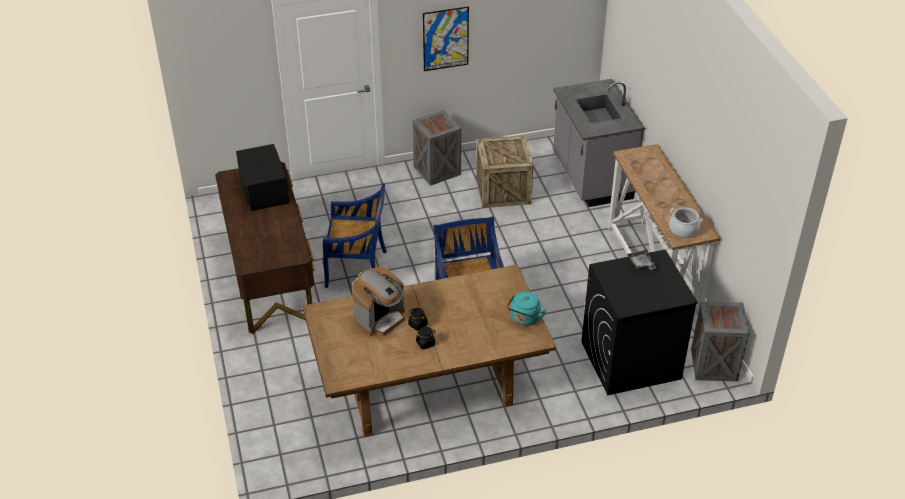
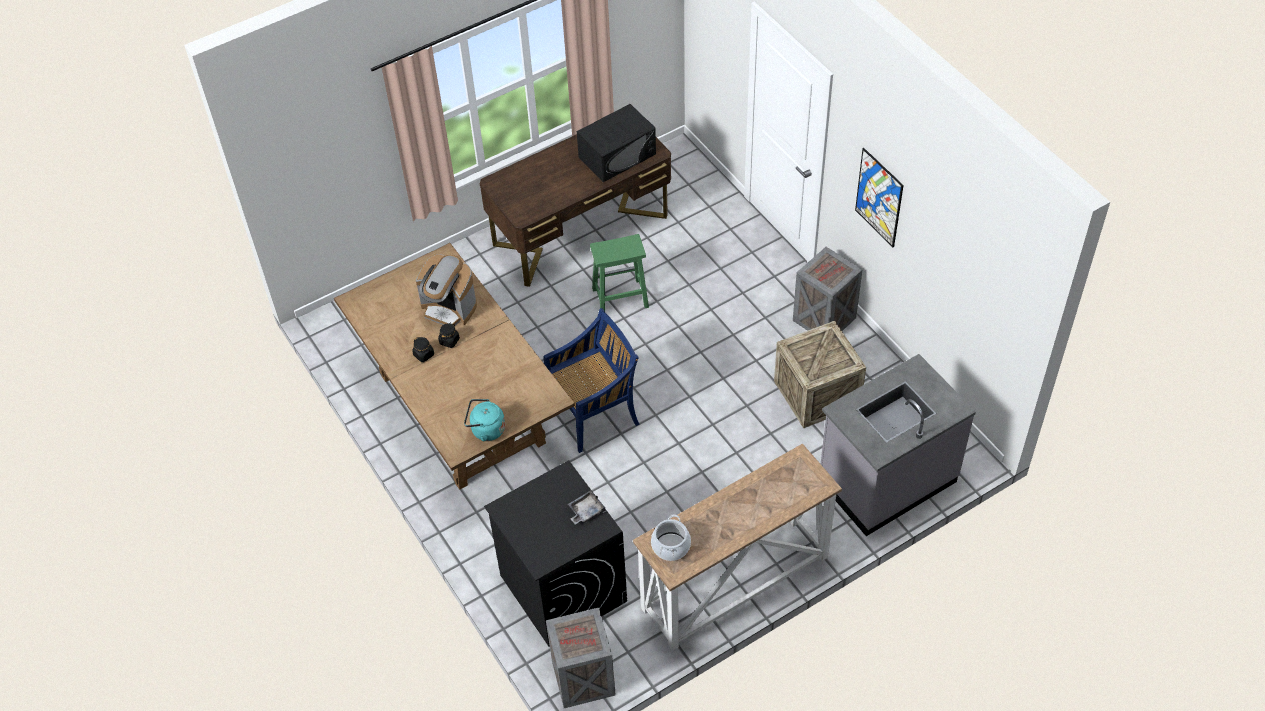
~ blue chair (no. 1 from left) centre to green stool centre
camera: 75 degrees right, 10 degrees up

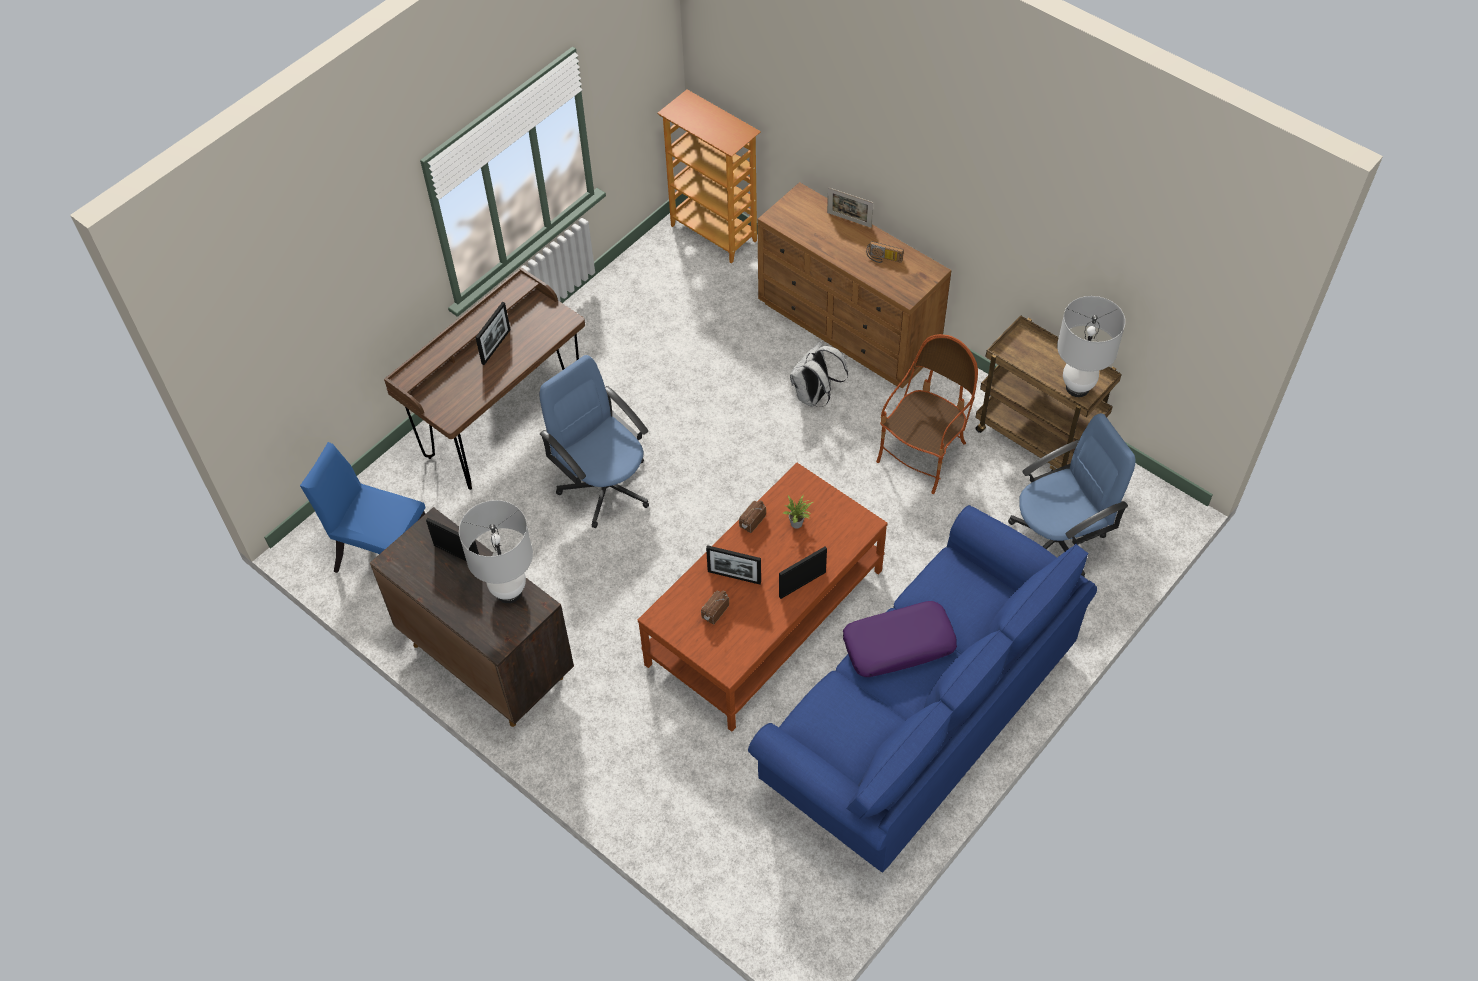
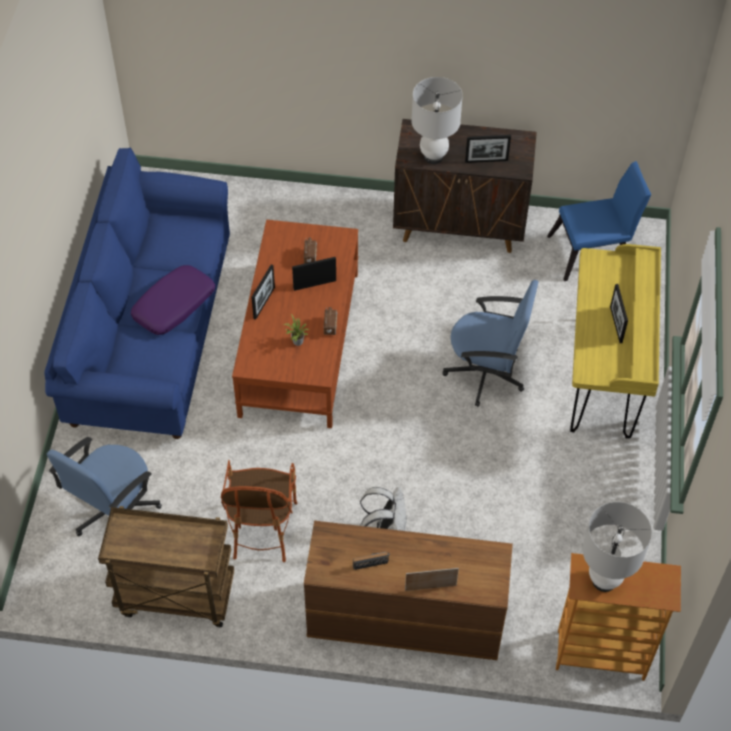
~ brown desk middle left to yellow desk middle right
~ white table lamp (no. 2 from left) middle right to bottom right
camera: 145 degrees right, 0 degrees up

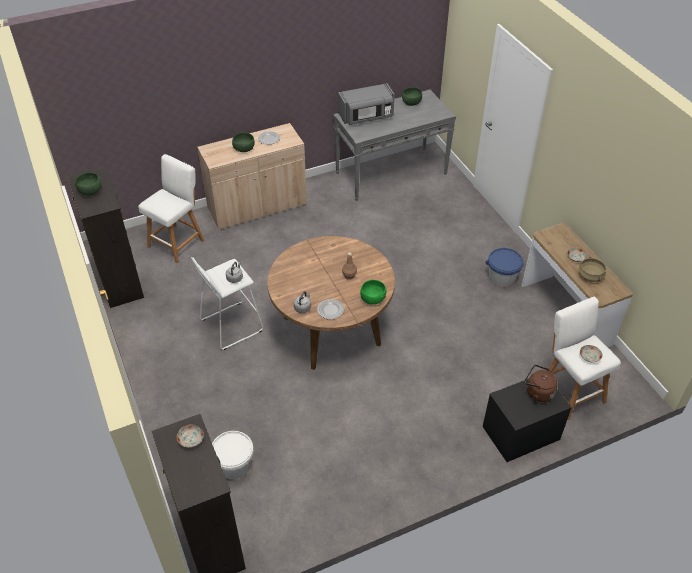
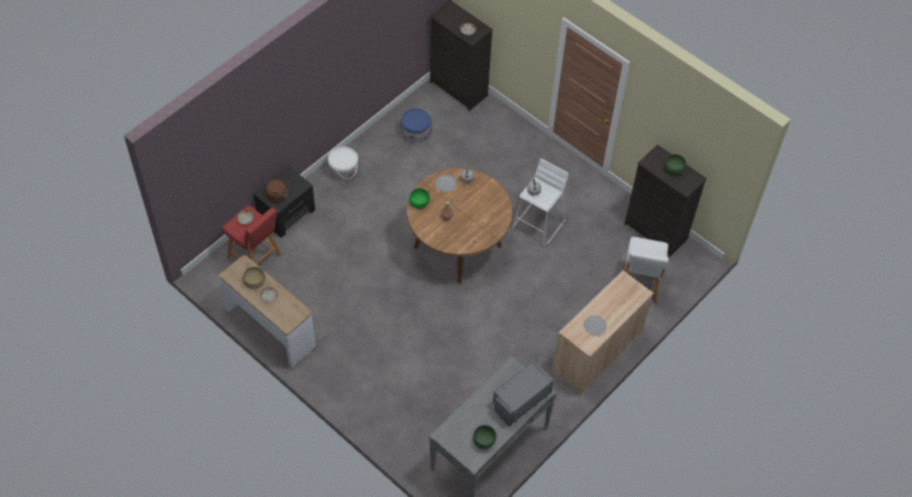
~ white stool (no. 3 from left) middle right to red stool middle left
~ white bucket bottom centre to top centre
~ blue bucket middle right to top centre
- green bowl (no. 2 from left) top centre
camera: 155 degrees right, 10 degrees up

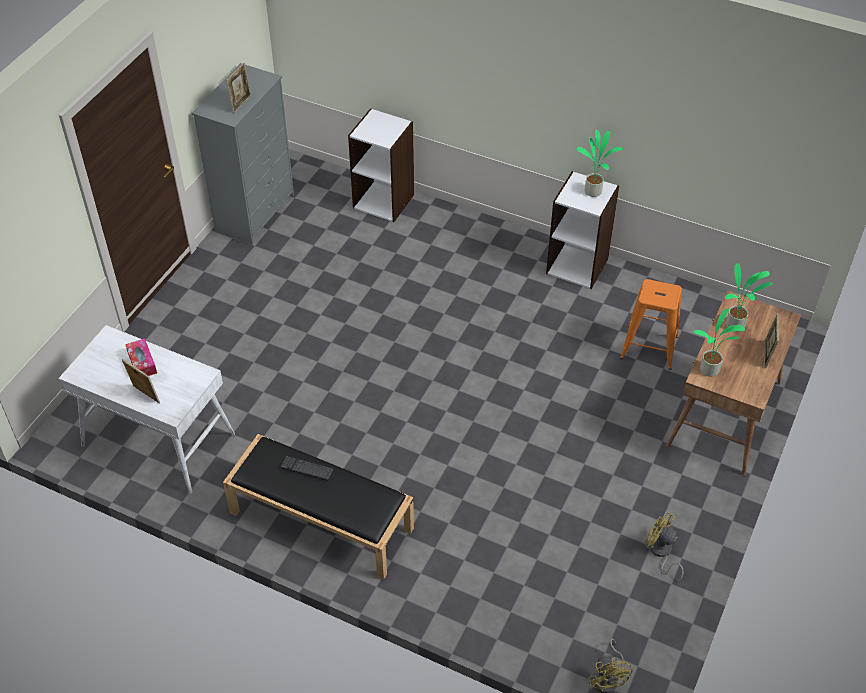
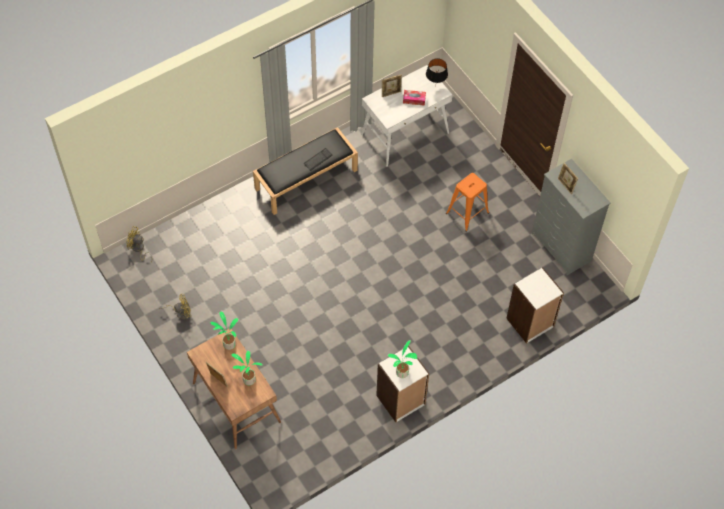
+ black table lamp top centre
~ orange stool middle right to centre
camera: 120 degrees right, 10 degrees up

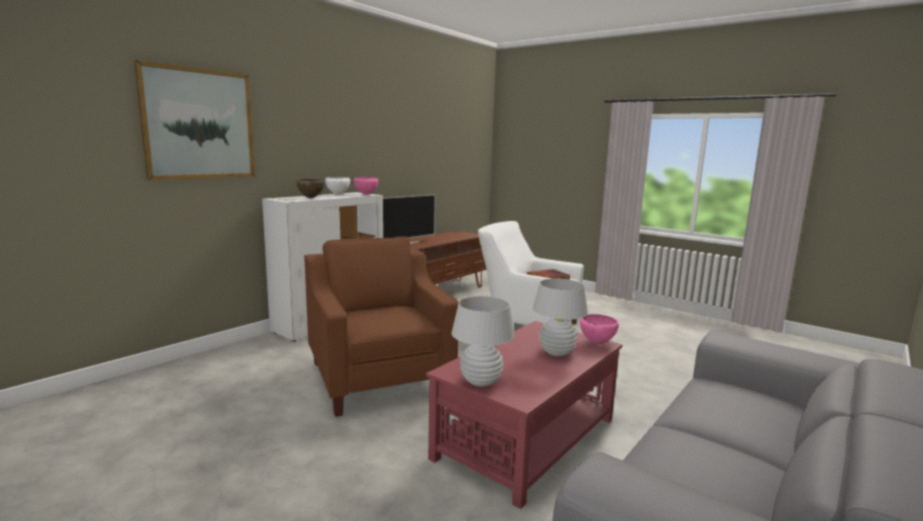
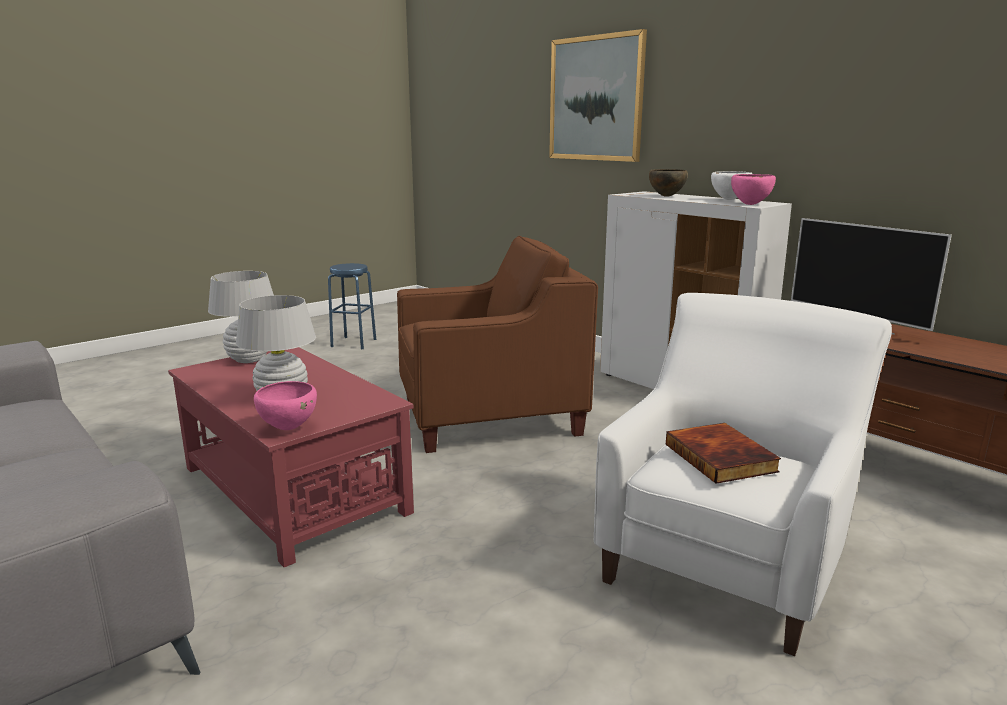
+ blue stool centre
camera: 100 degrees right, 5 degrees up

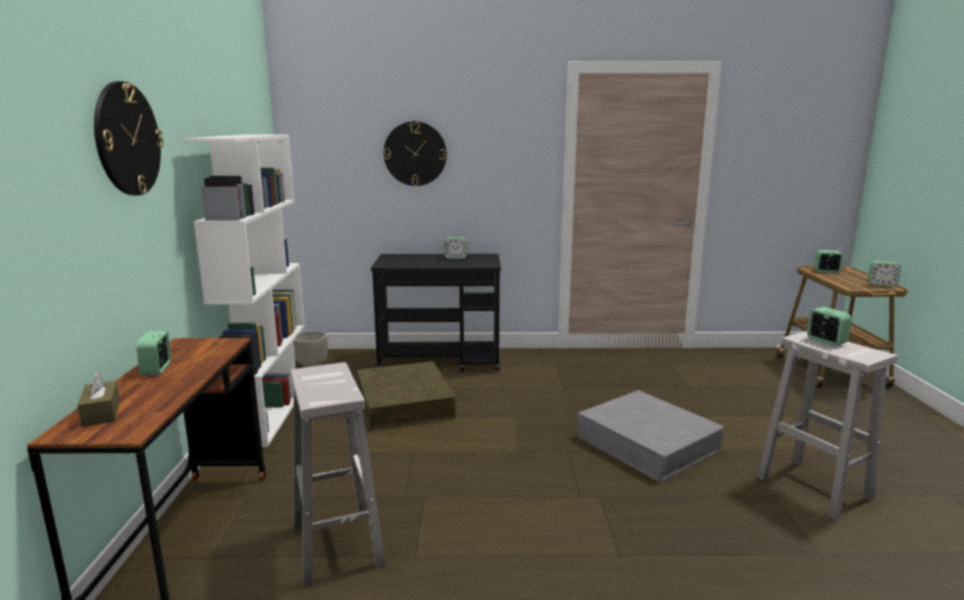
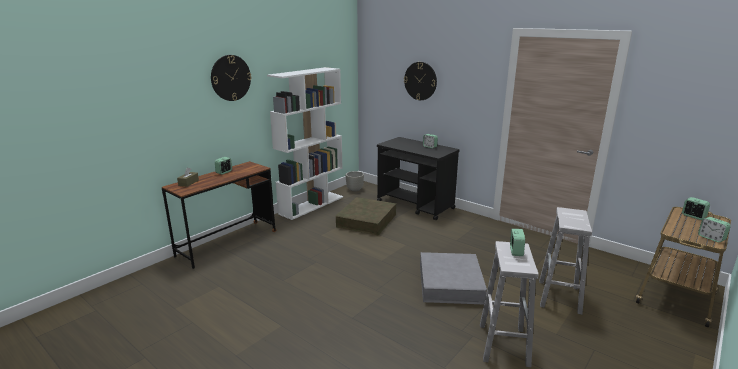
~ white stool (no. 1 from left in the first image) bottom centre to white stool (no. 2 from left) bottom right
camera: 40 degrees right, 5 degrees up

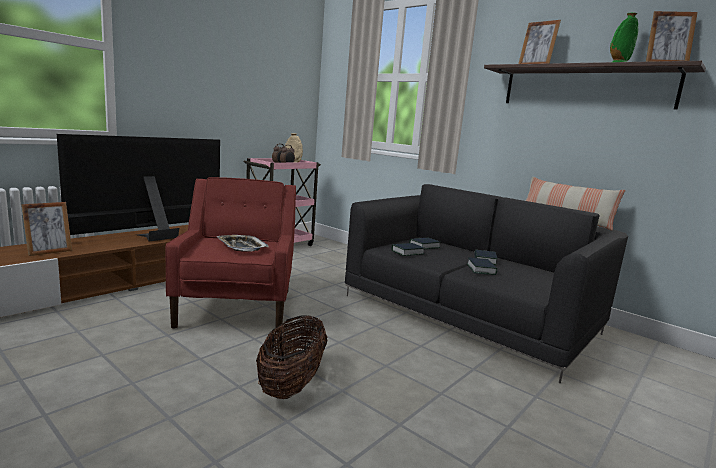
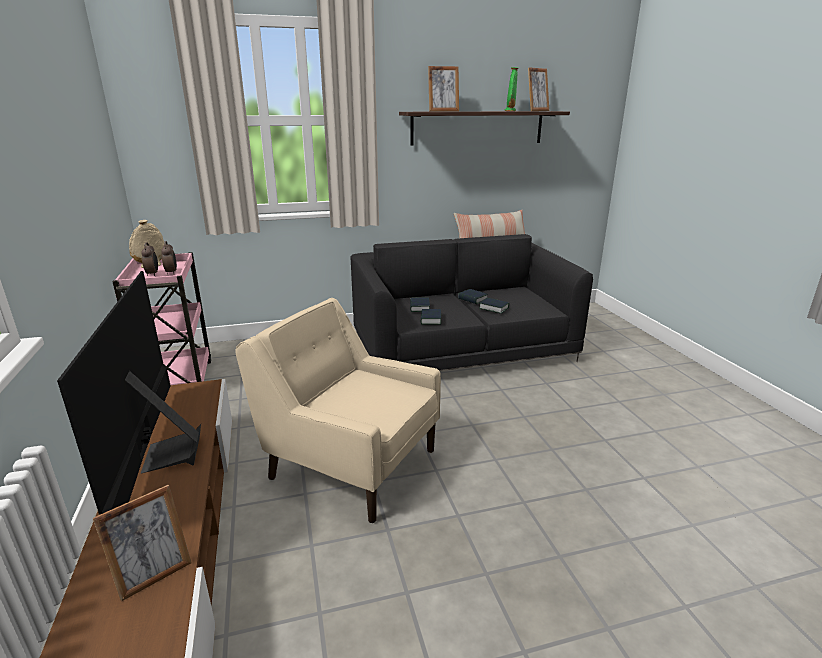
~ picture frame (no. 1 from left) middle left = bottom left 60 degrees clockwise
~ red armchair middle left to beige armchair centre
- tray centre
- basket bottom centre
camera: 55 degrees left, 10 degrees up

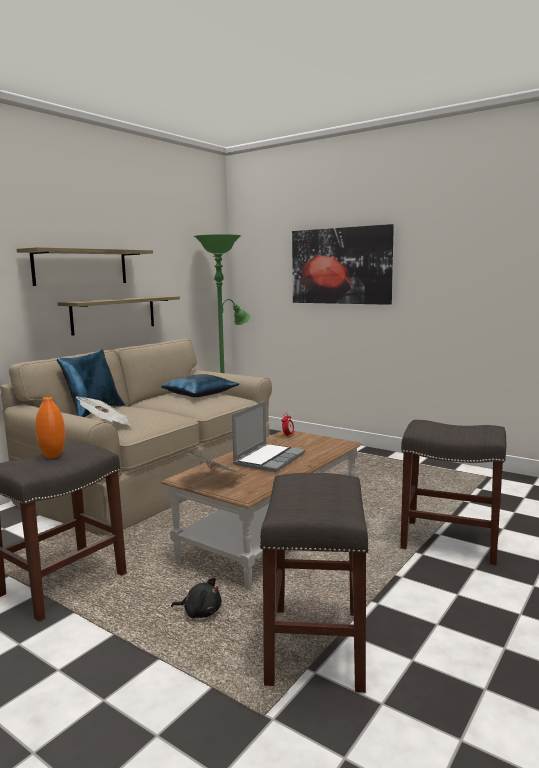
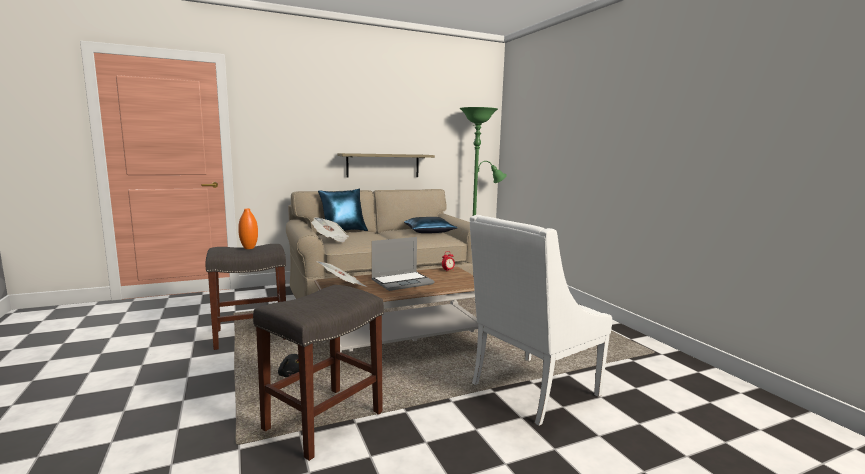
~ grey stool (no. 3 from left) middle right to white armchair bottom centre
- shelf (no. 1 from left) middle left
- picture centre
camera: 30 degrees right, 0 degrees up

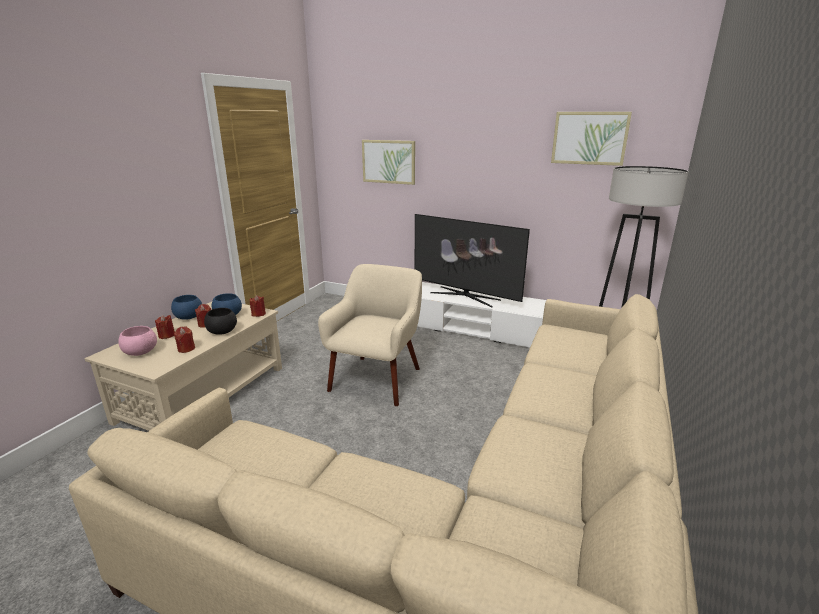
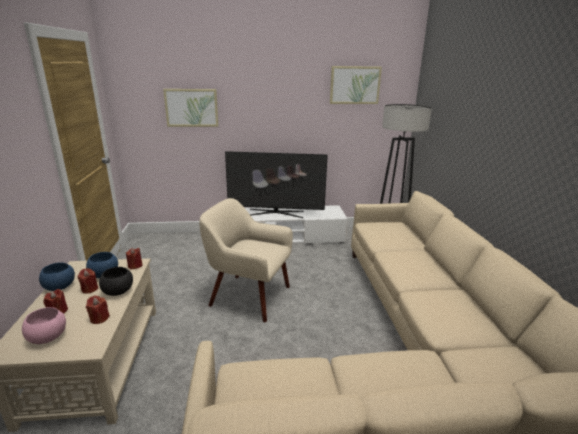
~ beige armchair centre = centre 60 degrees counterclockwise
camera: 30 degrees left, 0 degrees up

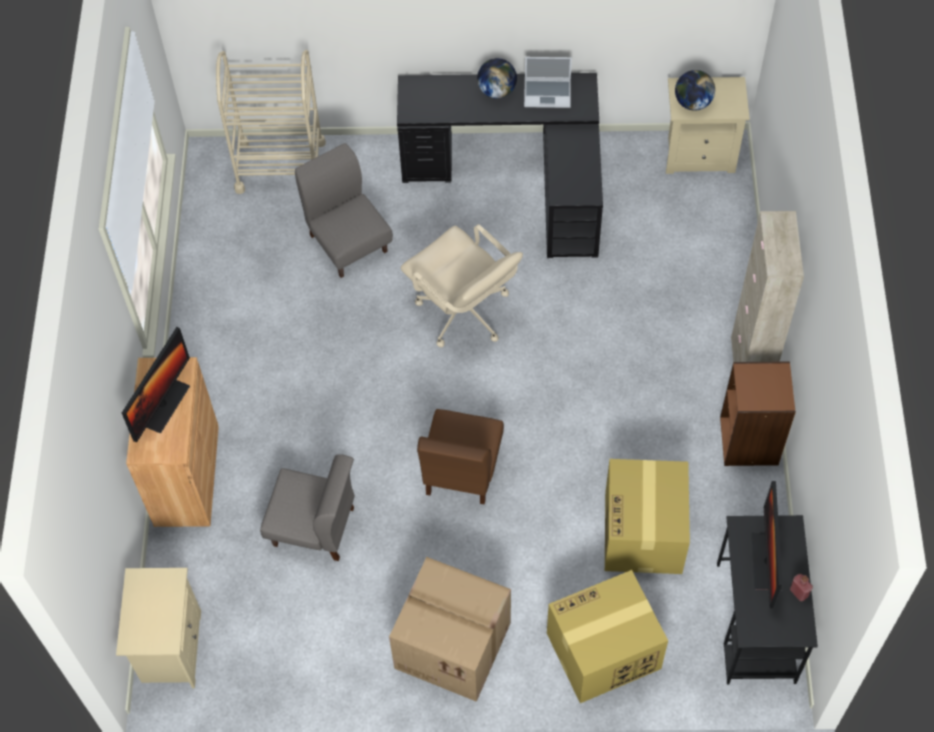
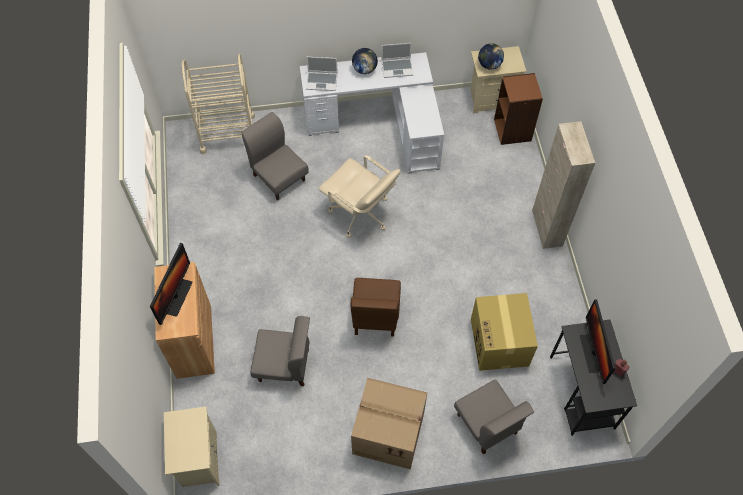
~ black desk (no. 1 from left) top centre to white desk top centre
+ laptop (no. 1 from left) top centre
~ cardboard box (no. 2 from left) bottom centre to grey chair (no. 3 from left) bottom centre
~ brown bookcase middle right to top right
camera: 10 degrees left, 0 degrees up

